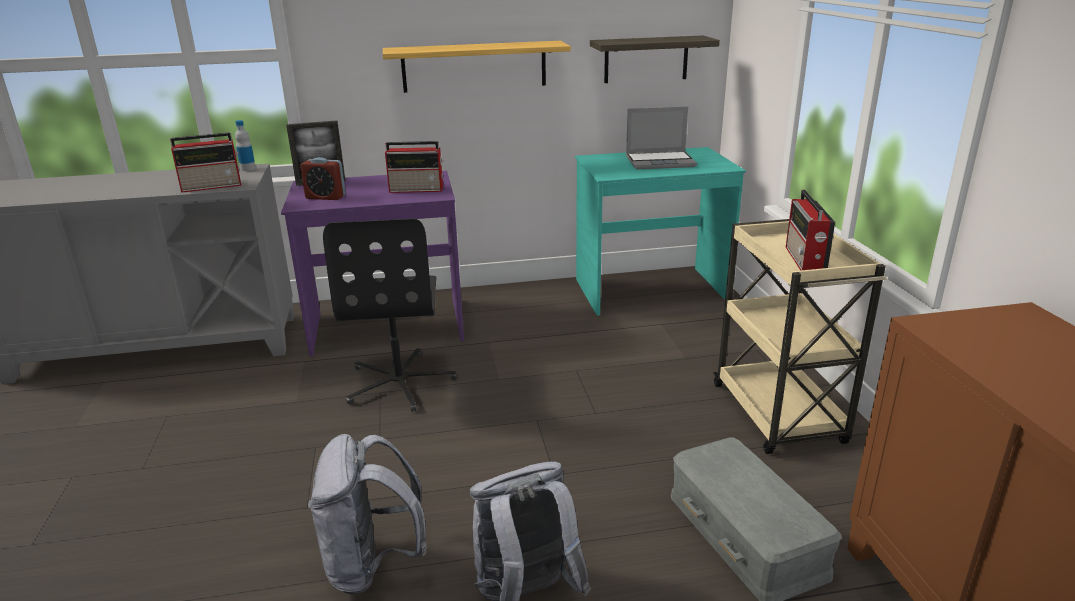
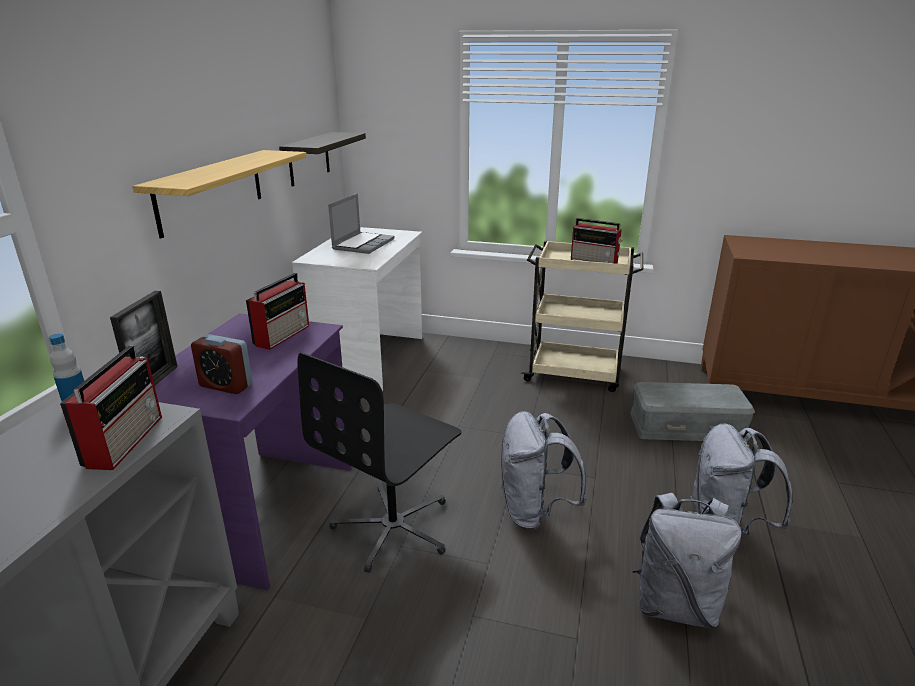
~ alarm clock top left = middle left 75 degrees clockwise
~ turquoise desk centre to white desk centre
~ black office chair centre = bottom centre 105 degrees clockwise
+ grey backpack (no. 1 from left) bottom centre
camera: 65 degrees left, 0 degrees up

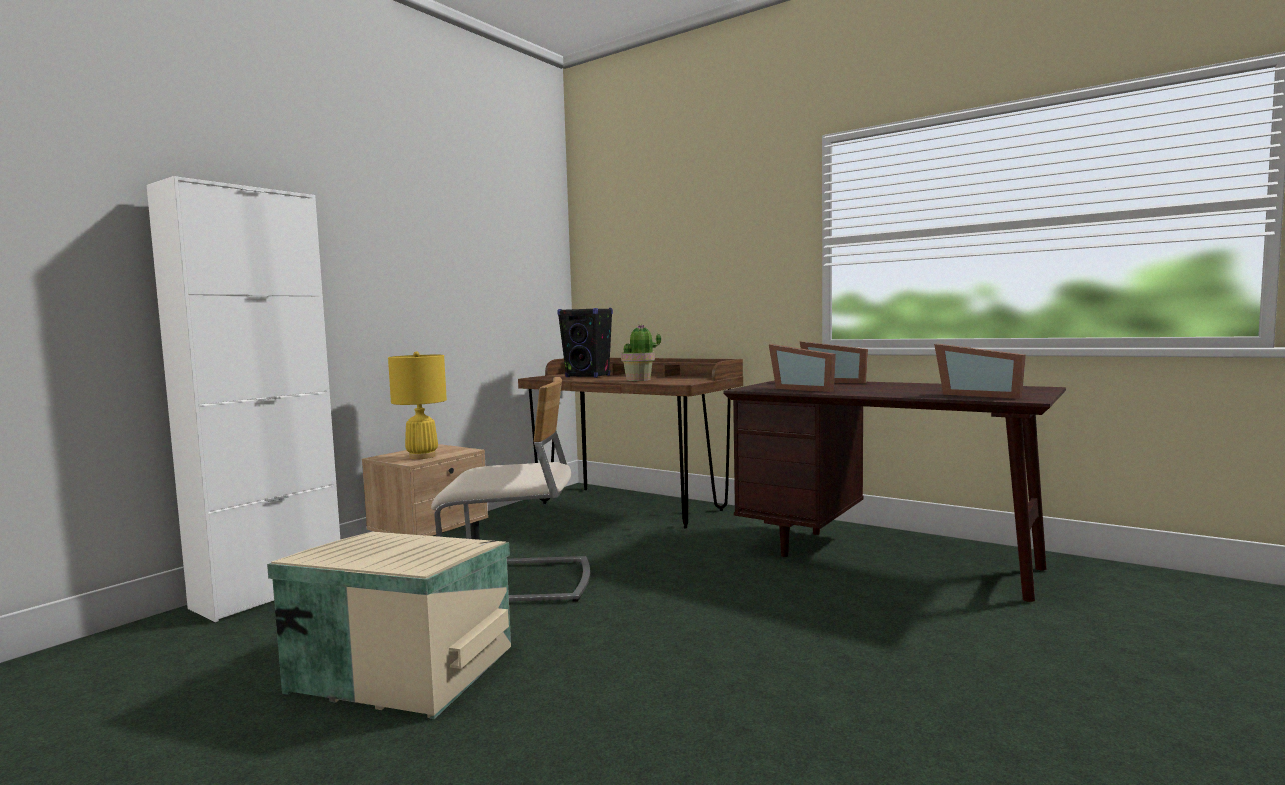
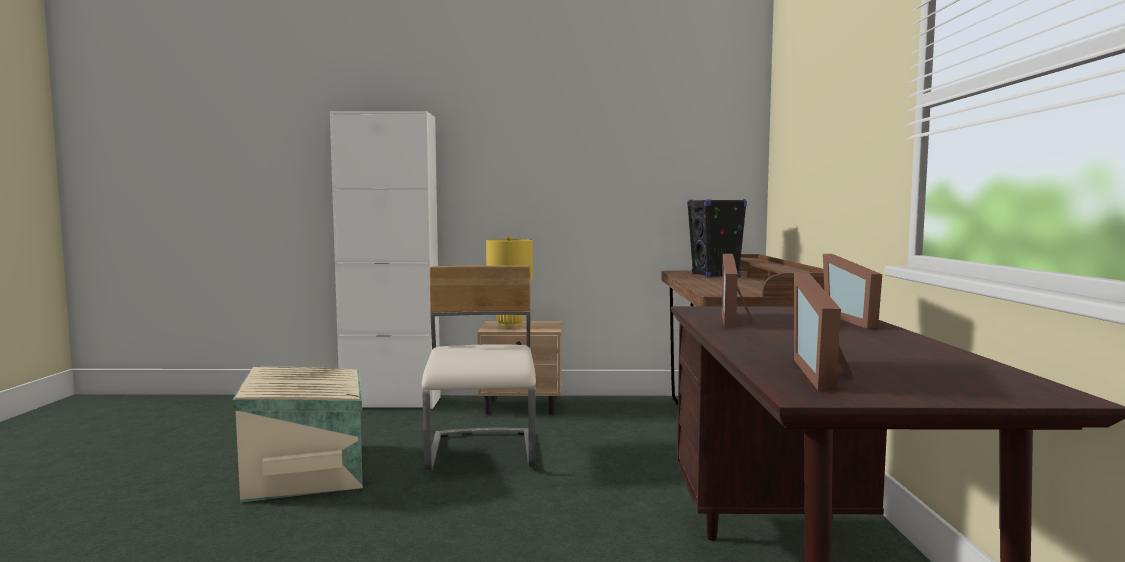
~ beige chair centre = centre 150 degrees counterclockwise
- potted plant centre
camera: 55 degrees right, 0 degrees up

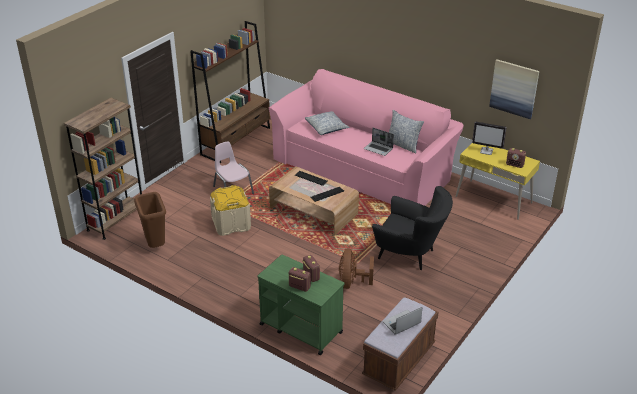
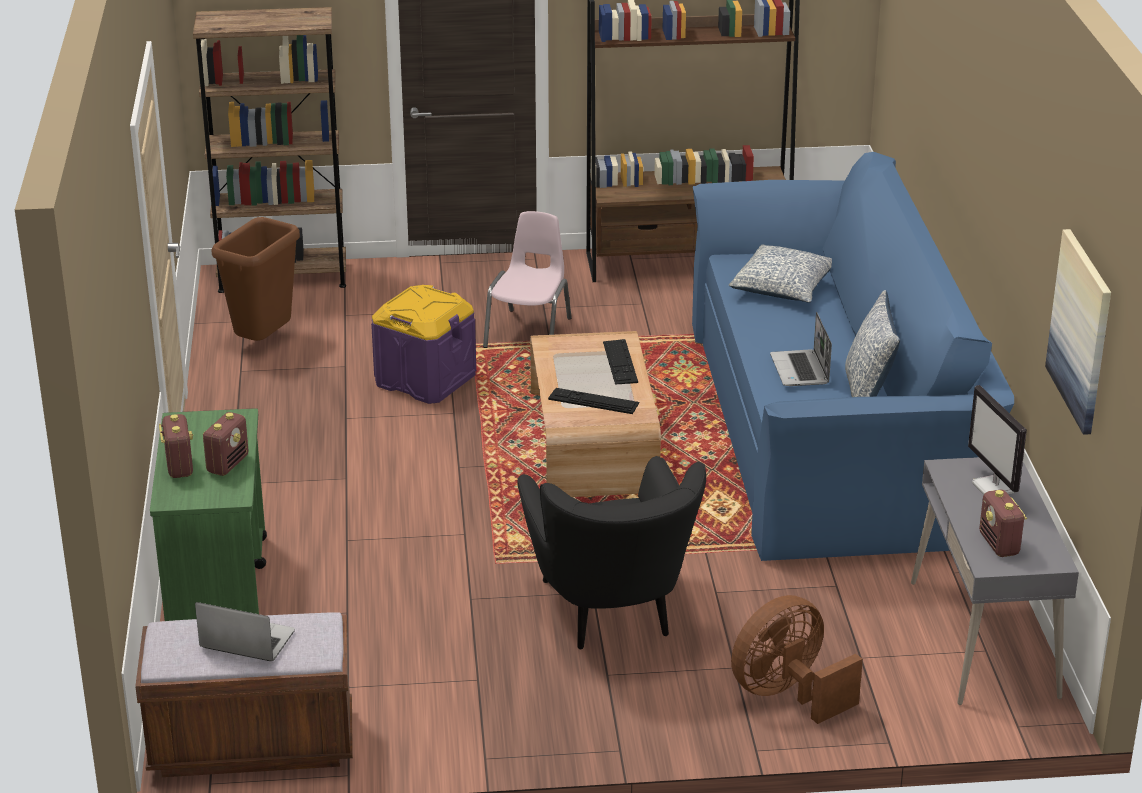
~ beige storage box centre to purple storage box centre
~ pink sofa centre to blue sofa middle right
~ brown fan bottom centre to bottom right
~ yellow desk middle right to grey desk bottom right
camera: 50 degrees right, 5 degrees down

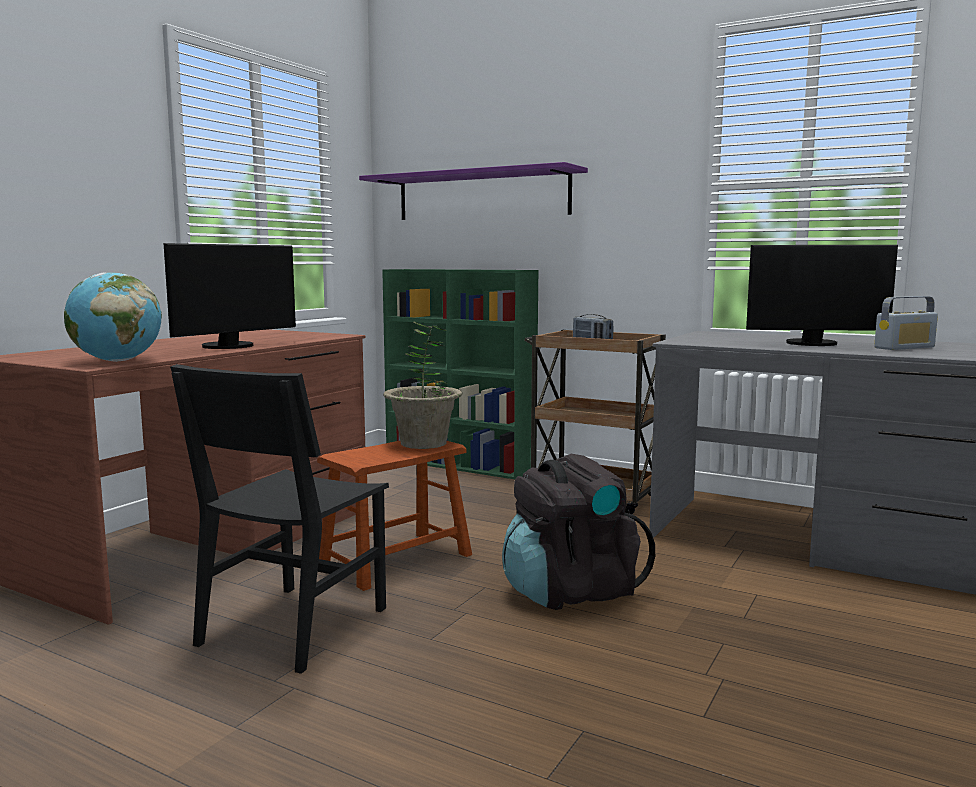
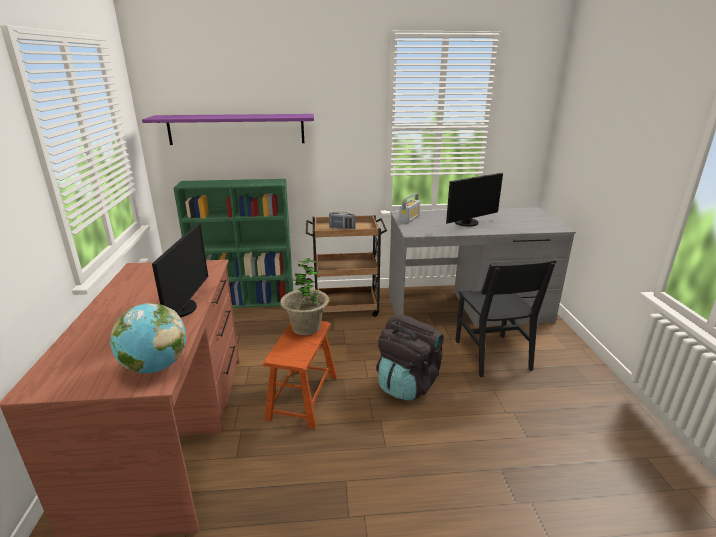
~ radio (no. 2 from left) middle right to centre
~ black chair middle left to middle right
camera: 35 degrees left, 15 degrees up

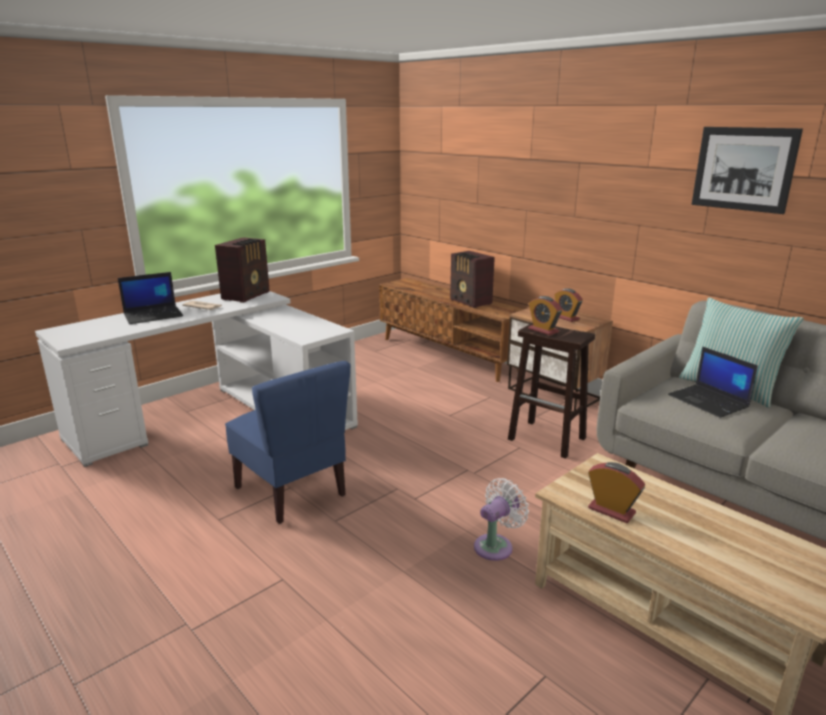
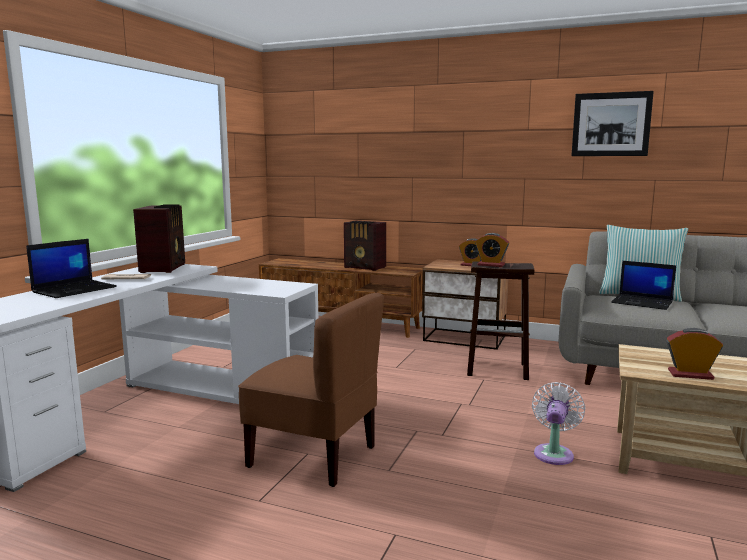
~ blue chair centre to brown chair bottom centre
camera: 25 degrees left, 10 degrees down

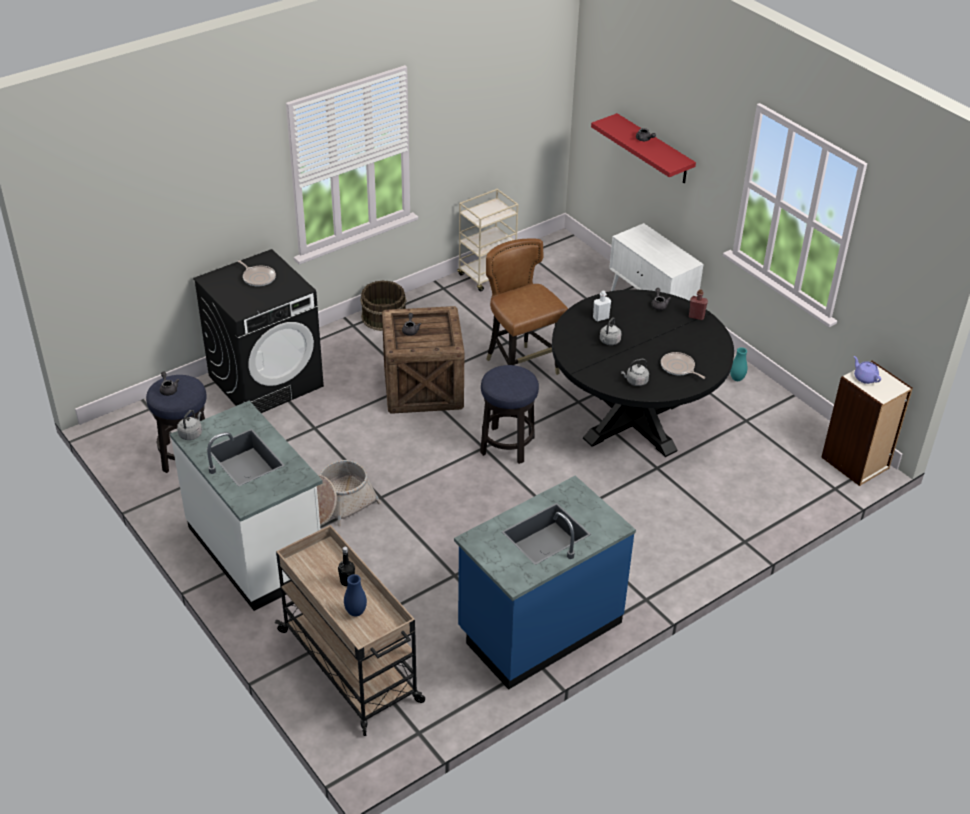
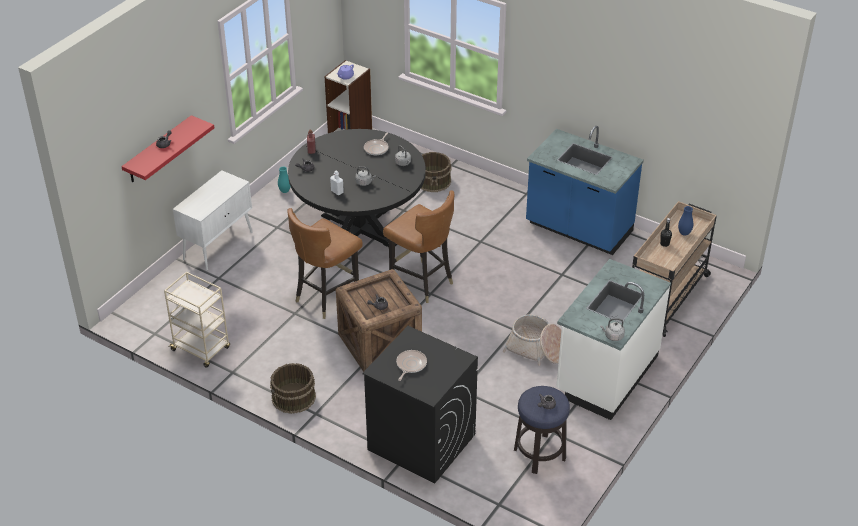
~ stool (no. 2 from left) centre to brown chair (no. 2 from left) centre
+ brown bucket (no. 2 from left) top centre
camera: 110 degrees left, 0 degrees up

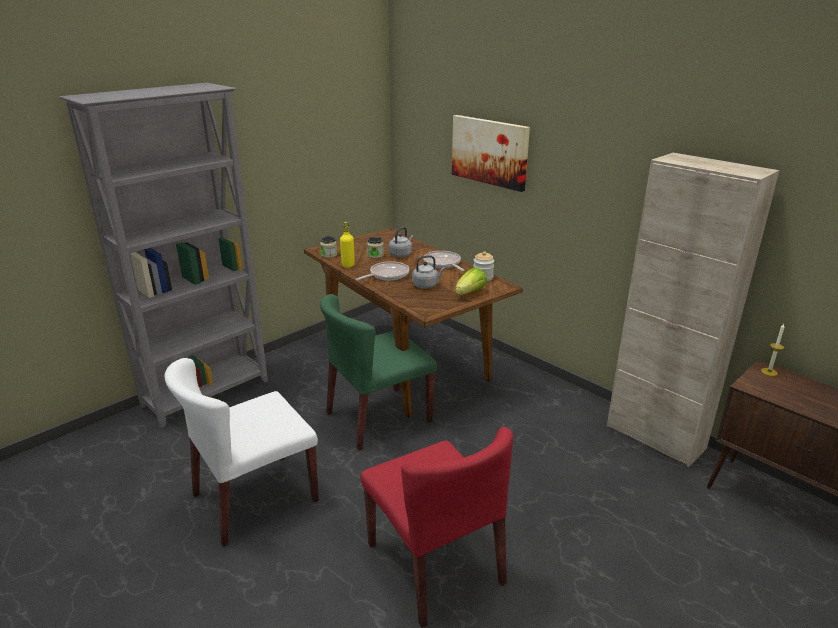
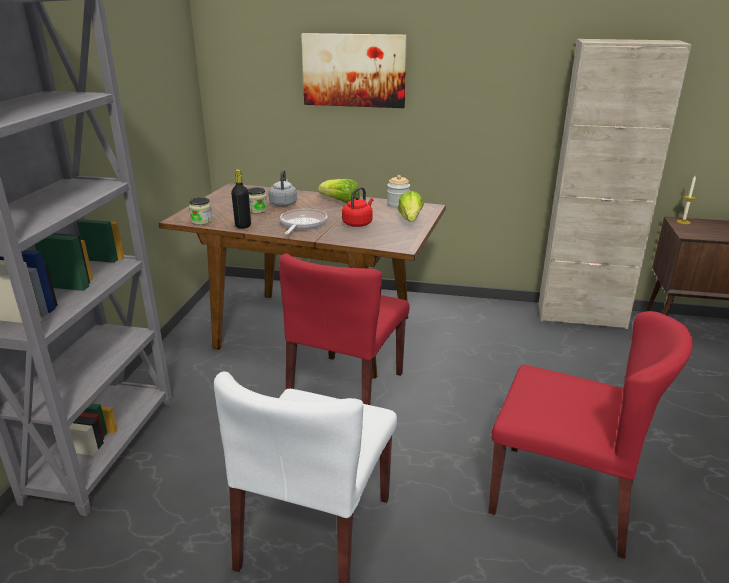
~ yellow bottle centre to black bottle middle left
~ green chair centre to red chair (no. 1 from left) centre
~ frying pan (no. 2 from left) centre to lettuce (no. 1 from left) top centre
~ grey kettle (no. 2 from left) centre to red kettle centre
camera: 35 degrees left, 0 degrees up

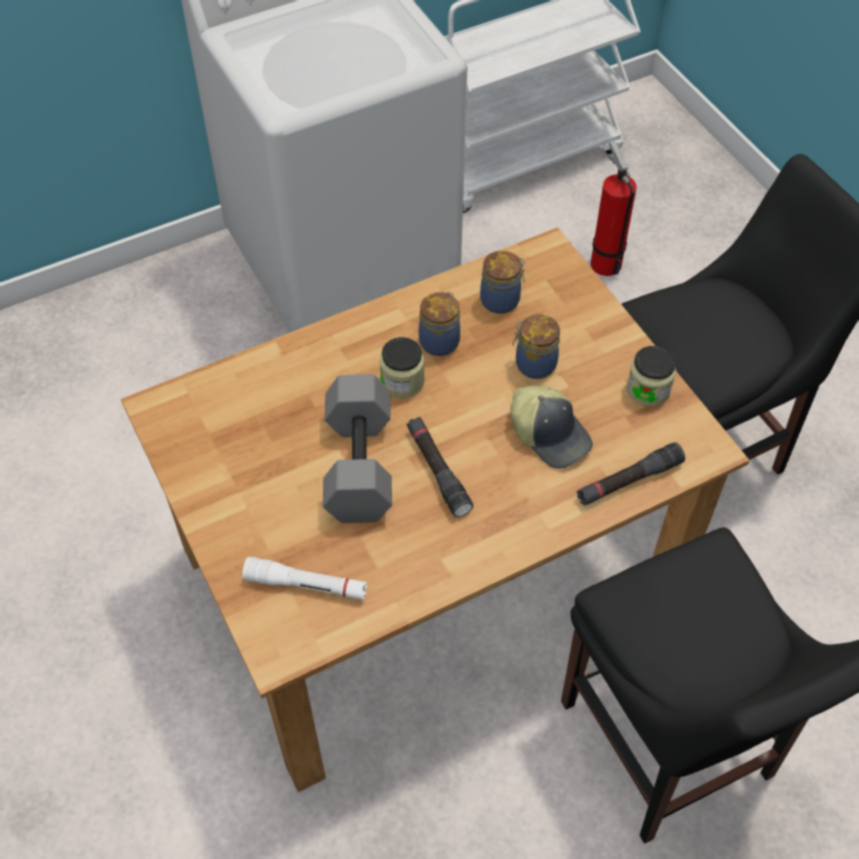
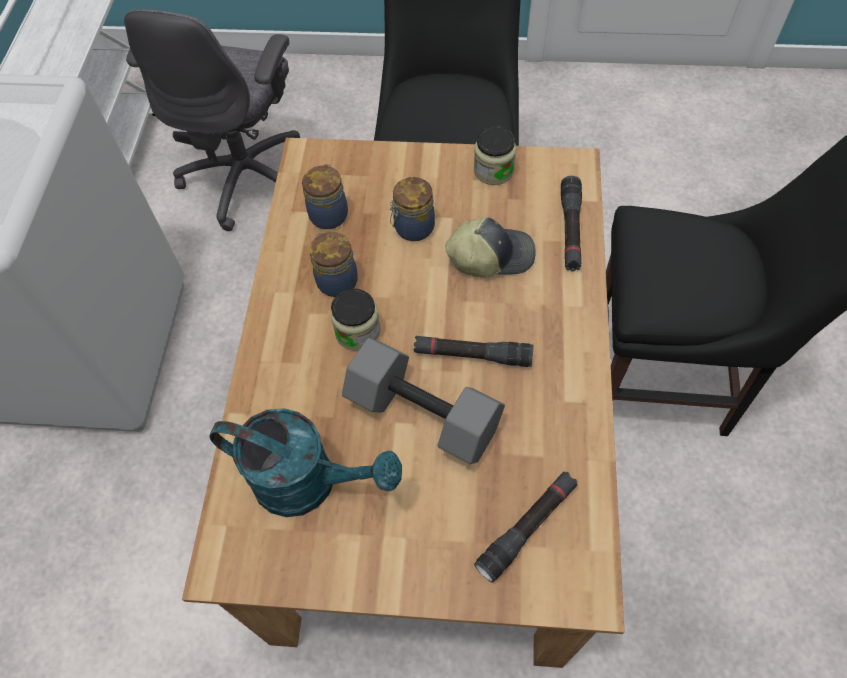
~ fire extinguisher top right to grey office chair top left
+ turquoise watering can bottom centre
~ white flashlight bottom centre to black flashlight (no. 2 from left) bottom centre
camera: 55 degrees left, 5 degrees up

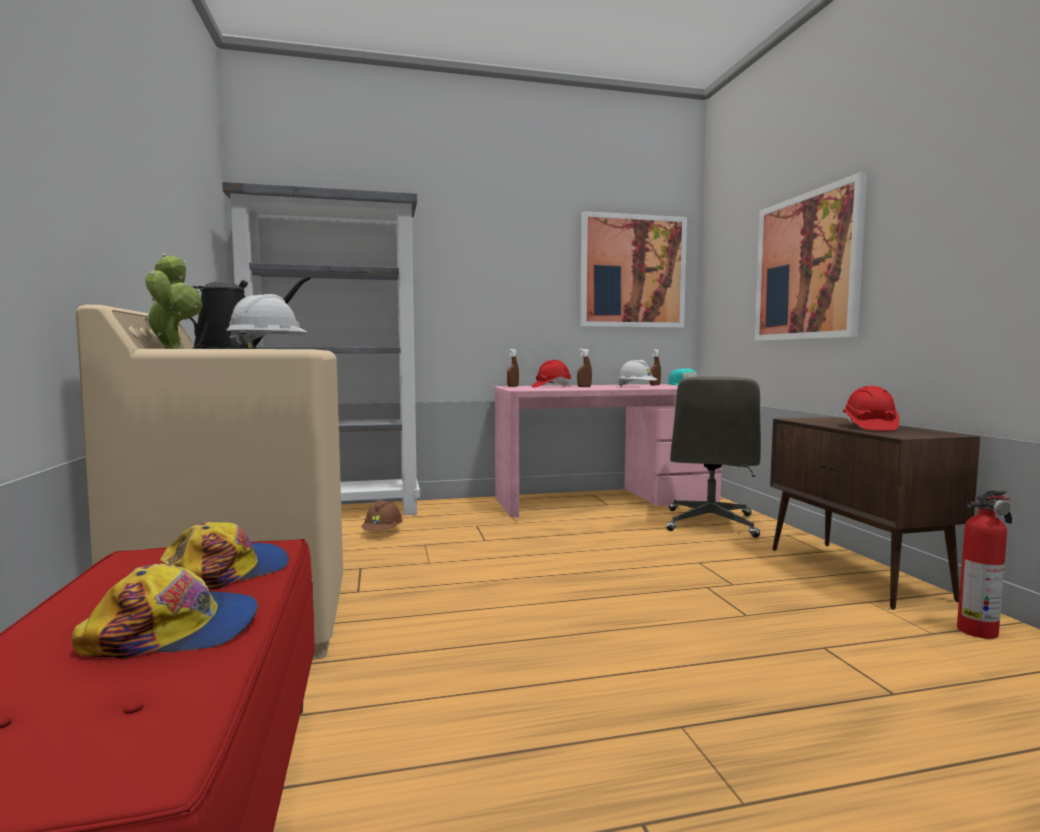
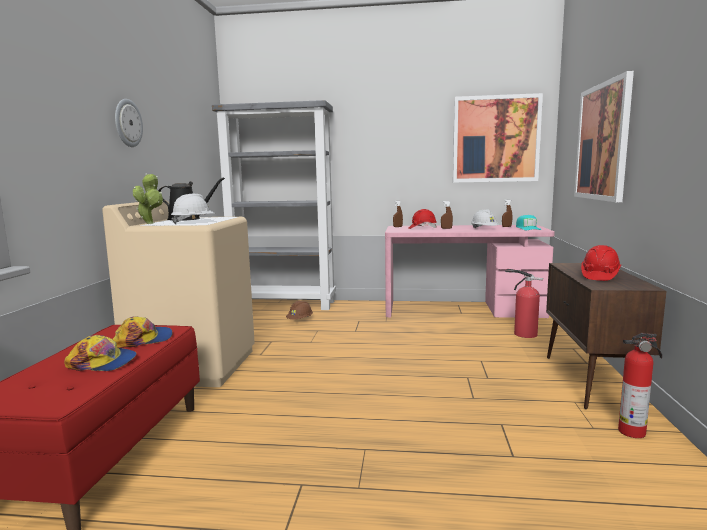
+ wall clock top left
~ grey office chair middle right to fire extinguisher (no. 1 from left) middle right
camera: 20 degrees right, 5 degrees up

